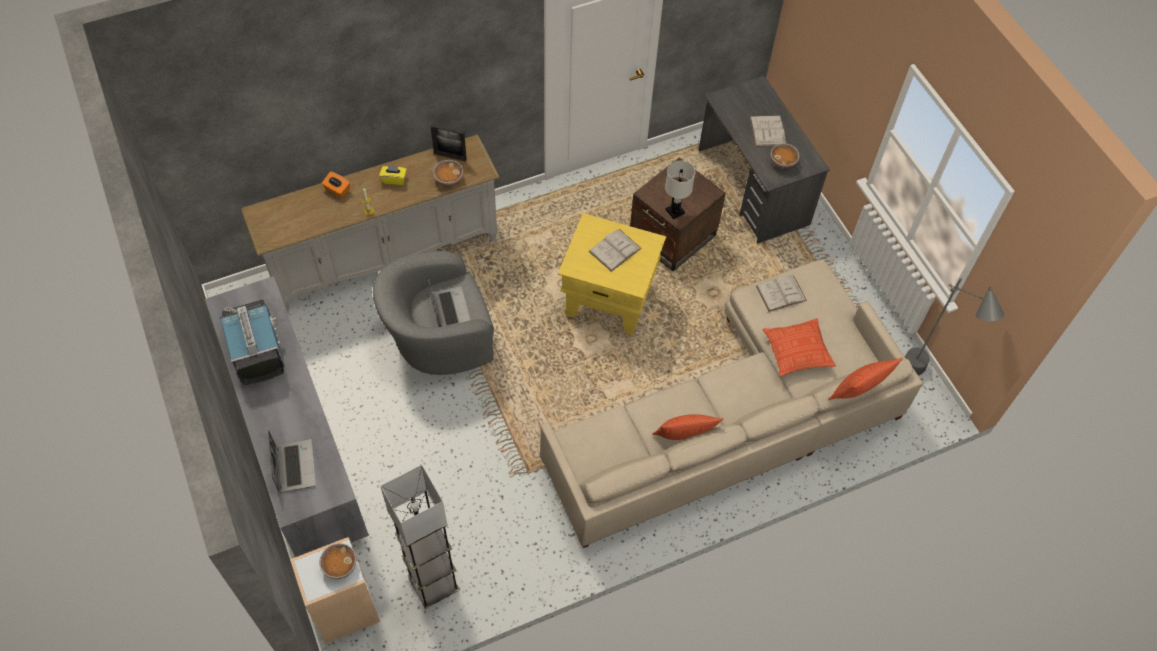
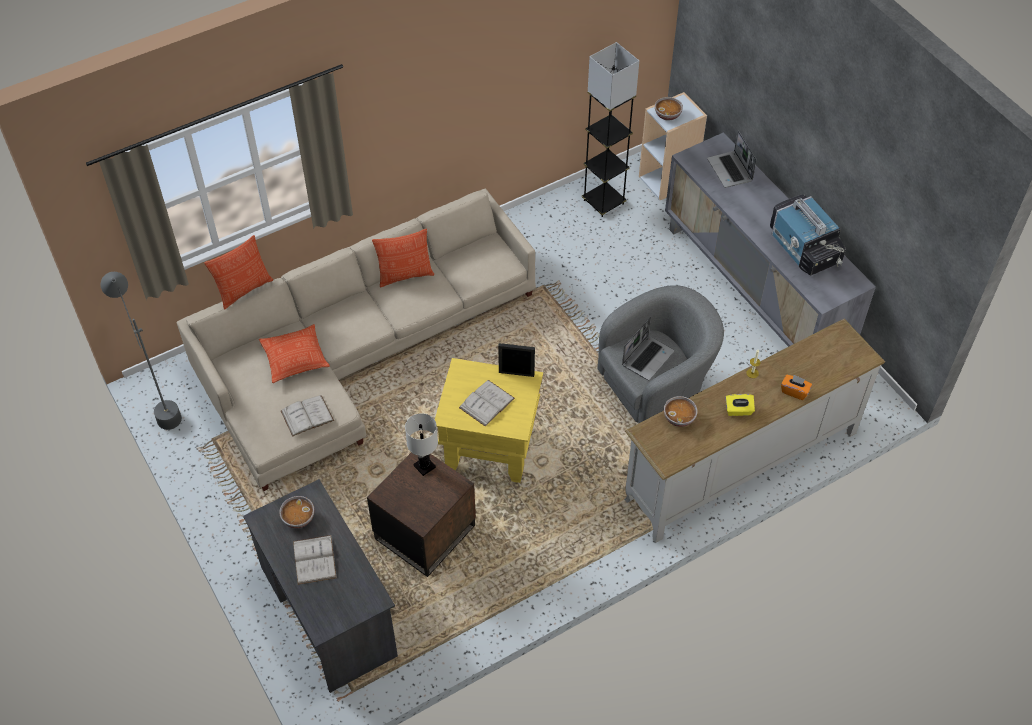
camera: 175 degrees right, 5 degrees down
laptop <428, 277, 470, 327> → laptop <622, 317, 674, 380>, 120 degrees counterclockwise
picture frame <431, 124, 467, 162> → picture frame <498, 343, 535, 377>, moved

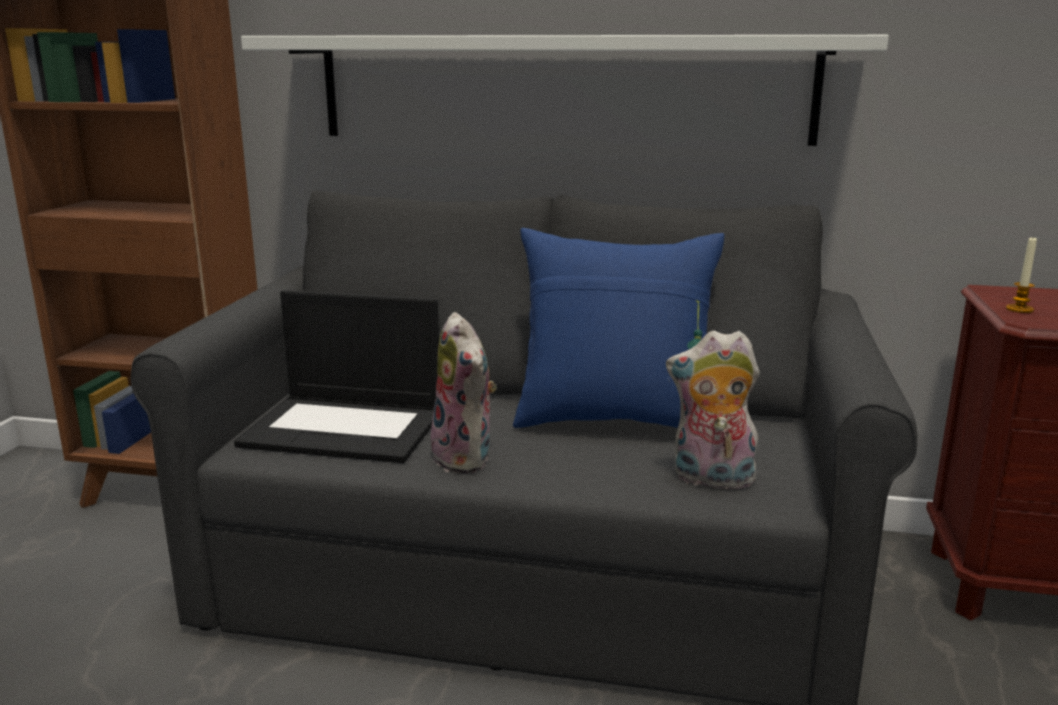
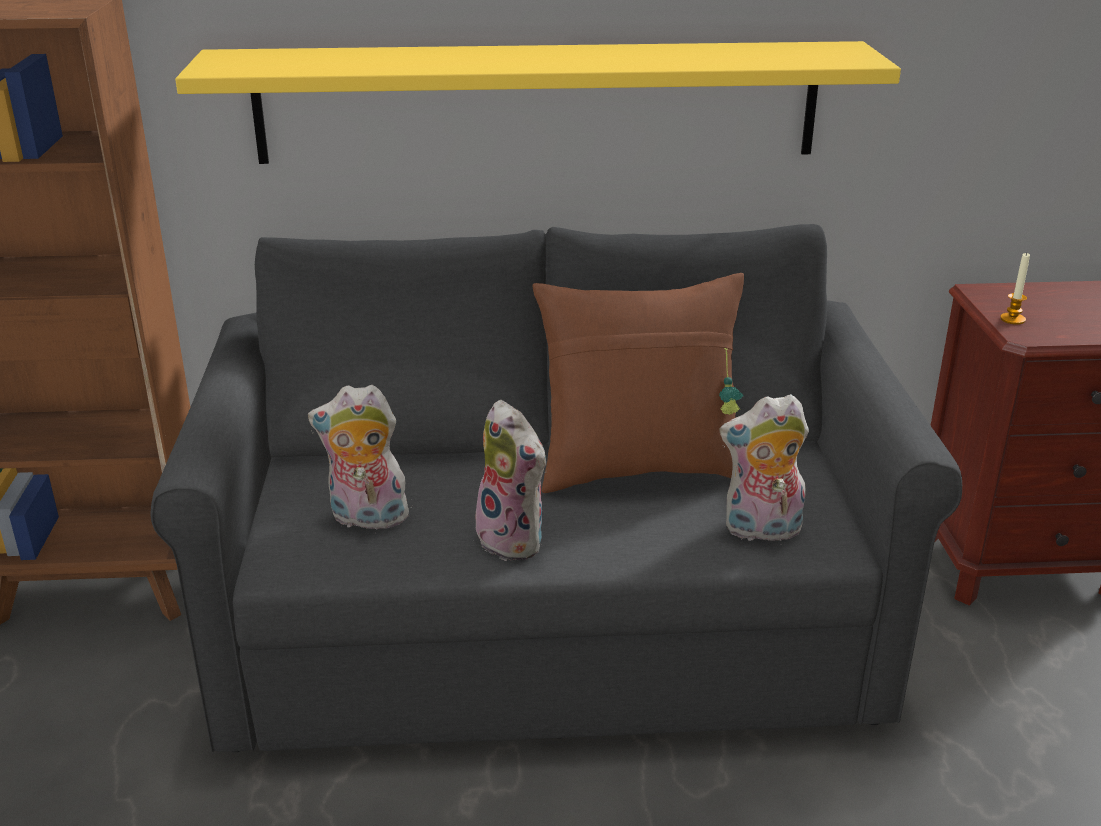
camera: 15 degrees left, 10 degrees up
laptop <234, 290, 439, 463> → soft toy <308, 385, 412, 530>
whitish wall shelf <241, 35, 889, 146> → yellow-coloured wall shelf <175, 41, 901, 164>
bluish pillow <513, 228, 724, 428> → brown pillow <532, 273, 744, 493>

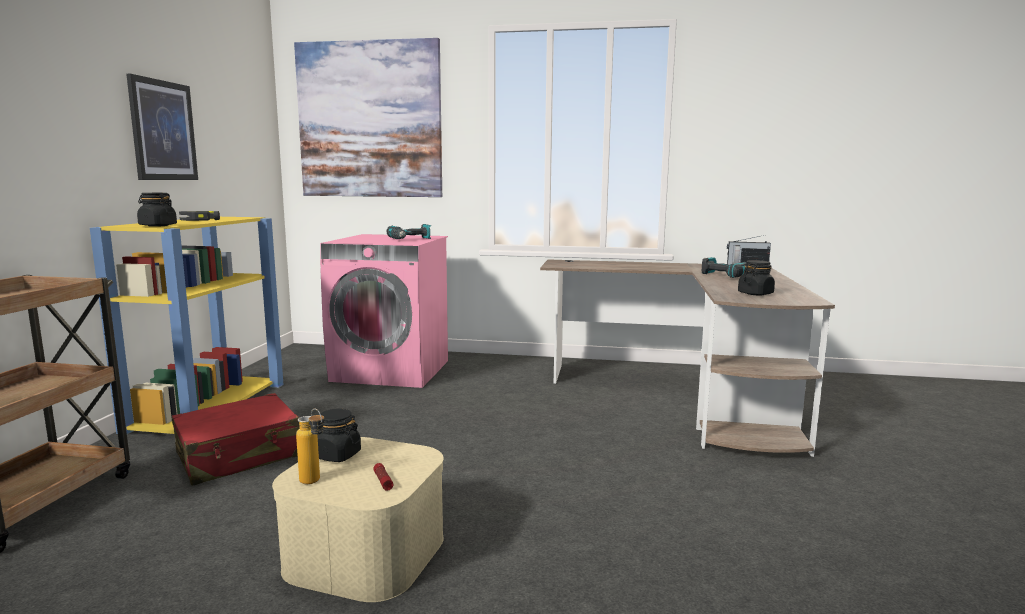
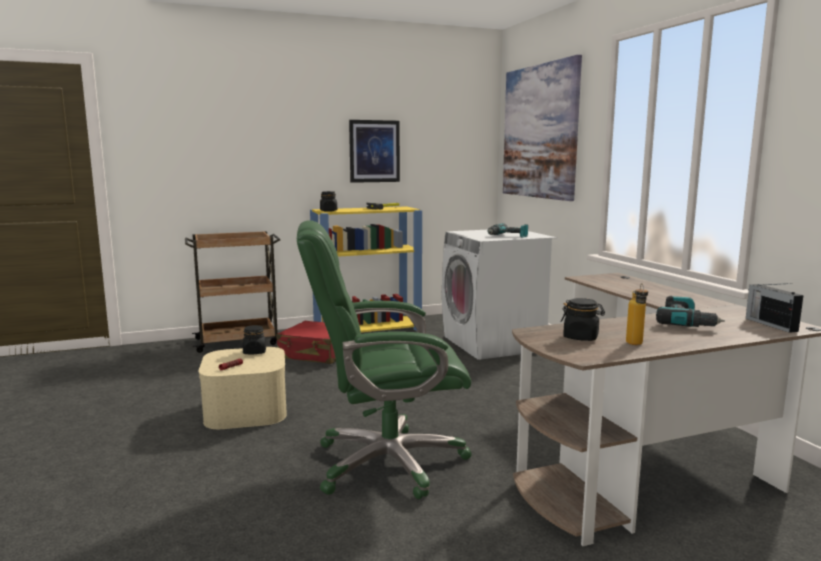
camera: 60 degrees right, 0 degrees up
beverage bottle <296, 409, 325, 484> → beverage bottle <626, 283, 648, 345>, moved
pink-coloured laundry appliance <320, 234, 448, 388> → whitish laundry appliance <442, 230, 557, 360>
- → green-coloured computer chair <297, 220, 472, 499>

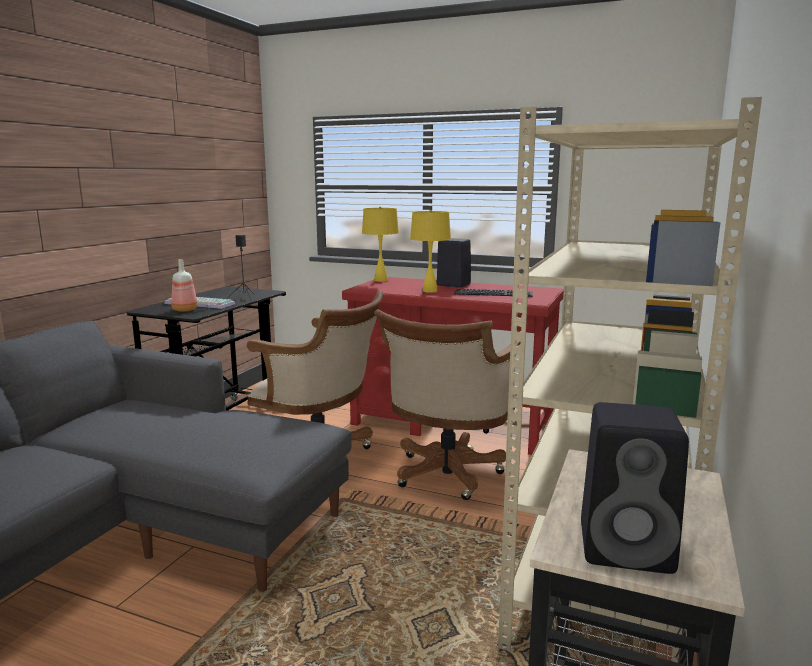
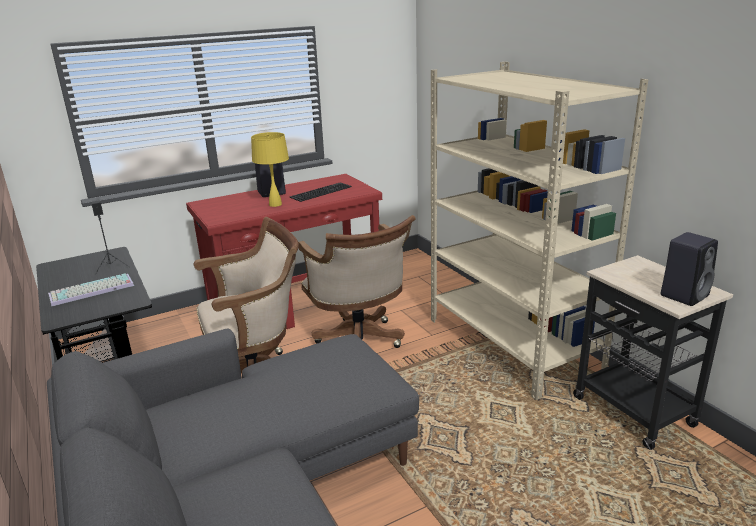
camera: 50 degrees left, 10 degrees up
beverage bottle <171, 259, 198, 311> → -
yellow-coloured table lamp <362, 207, 399, 282> → -

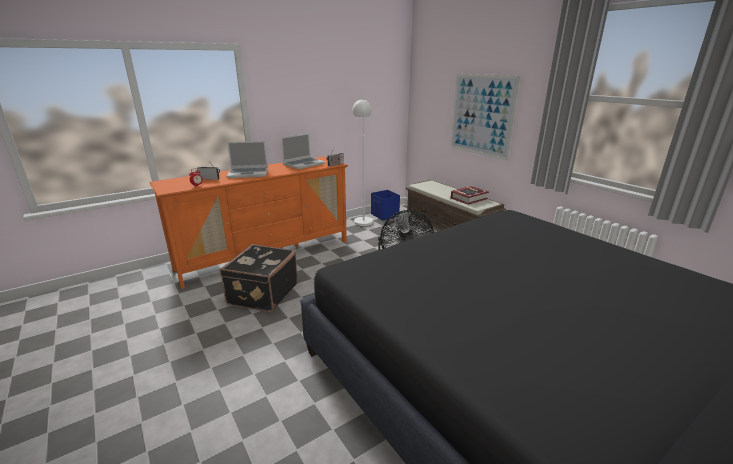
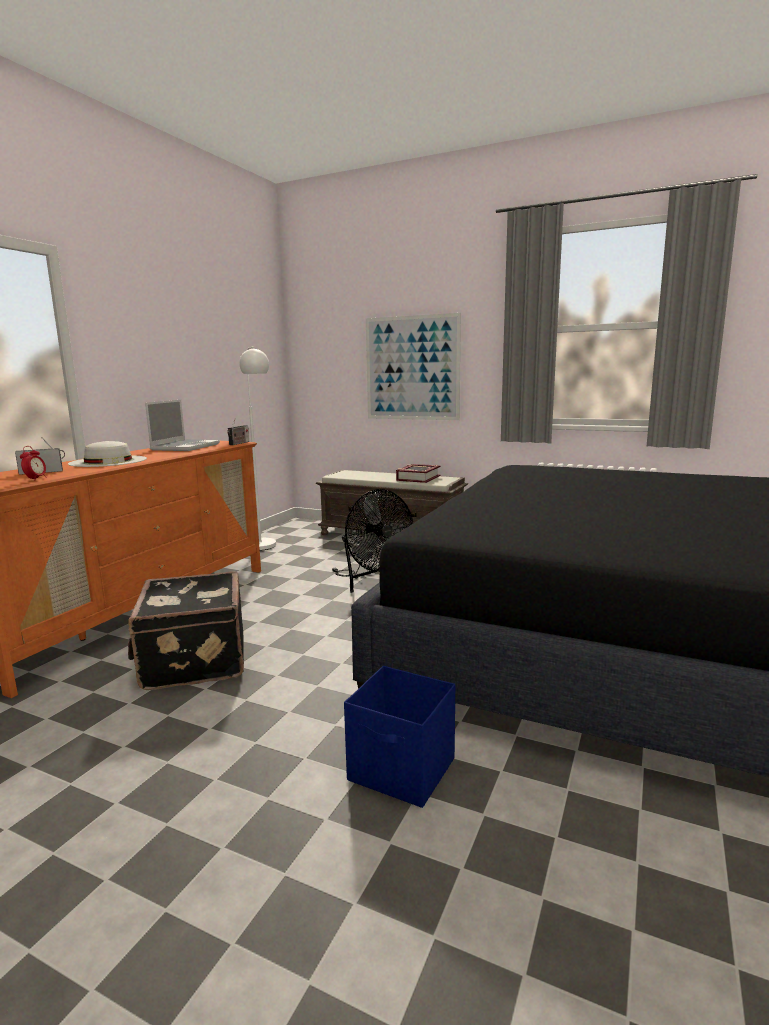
camera: 30 degrees left, 10 degrees down
laptop <227, 141, 268, 178> → whitish wearable hat <68, 441, 147, 467>
bluish storage box <371, 190, 400, 221> → bluish storage box <344, 666, 455, 808>, moved

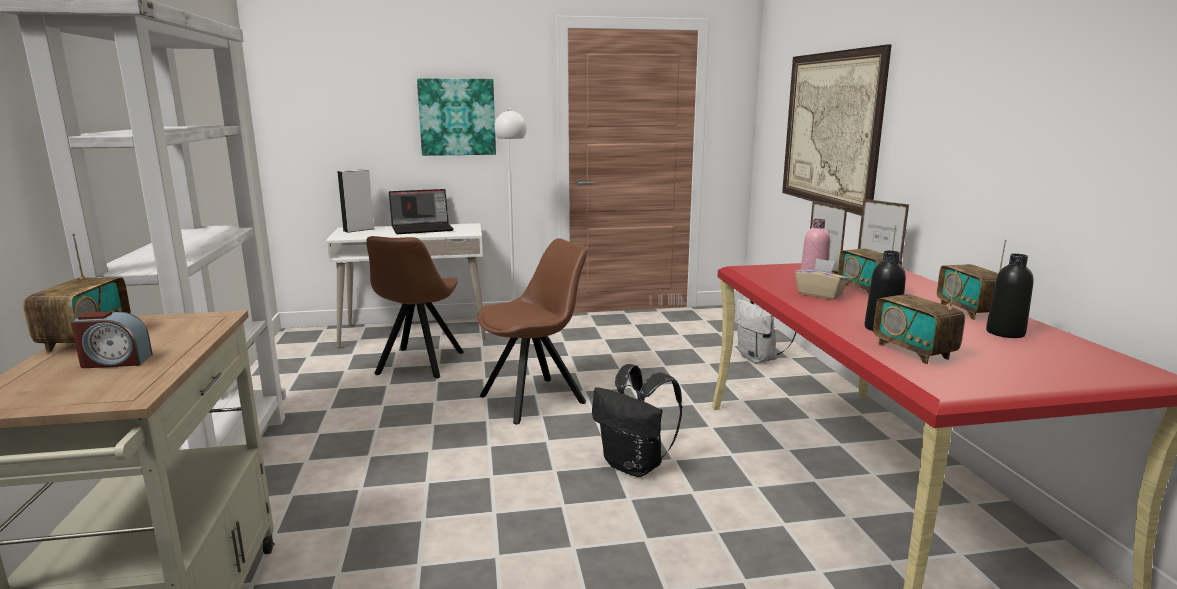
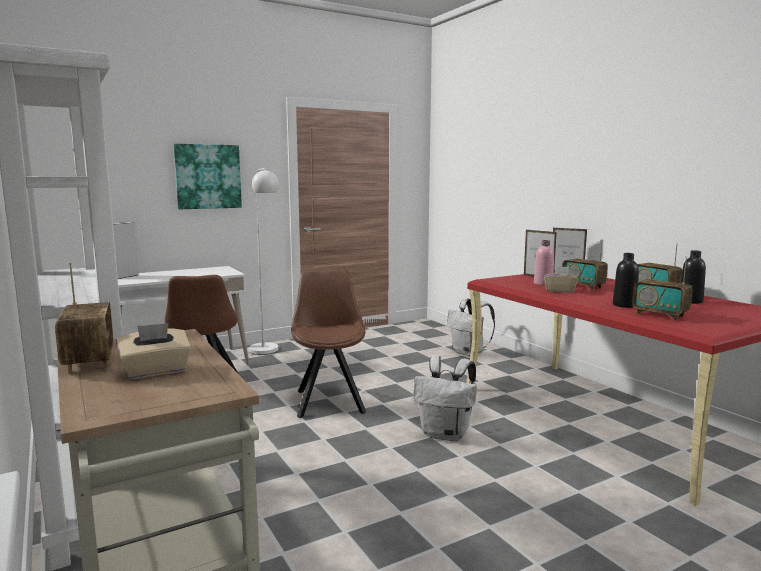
camera: 20 degrees left, 5 degrees down
bedside clock <71, 311, 153, 368> → sand-coloured box of tissues <116, 323, 191, 379>
laptop <389, 189, 454, 234> → -
brown upright chair <477, 238, 588, 425> → brown upright chair <291, 269, 366, 418>, 45 degrees counterclockwise
black-coloured knapsack <592, 364, 682, 477> → whitish knapsack <413, 356, 477, 441>
wall picture <782, 44, 892, 216> → -

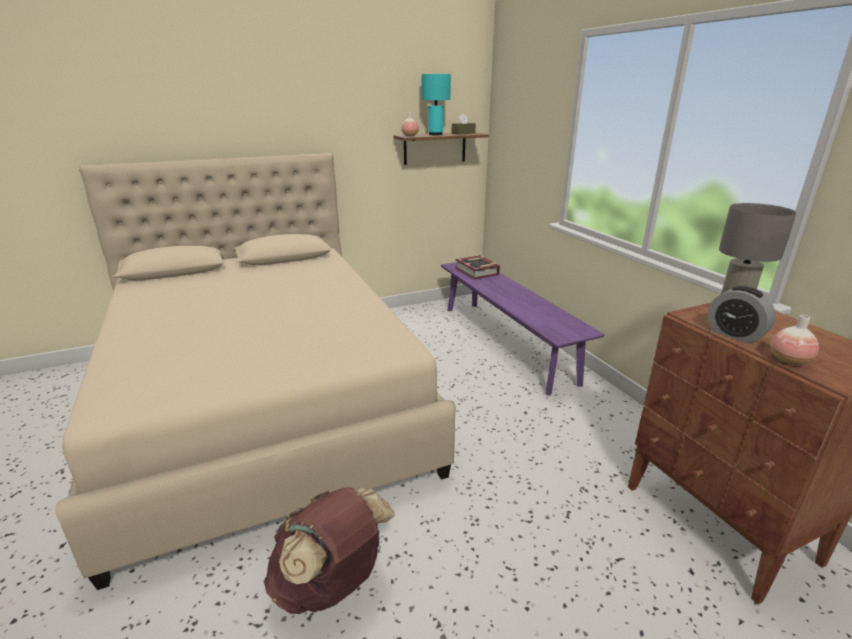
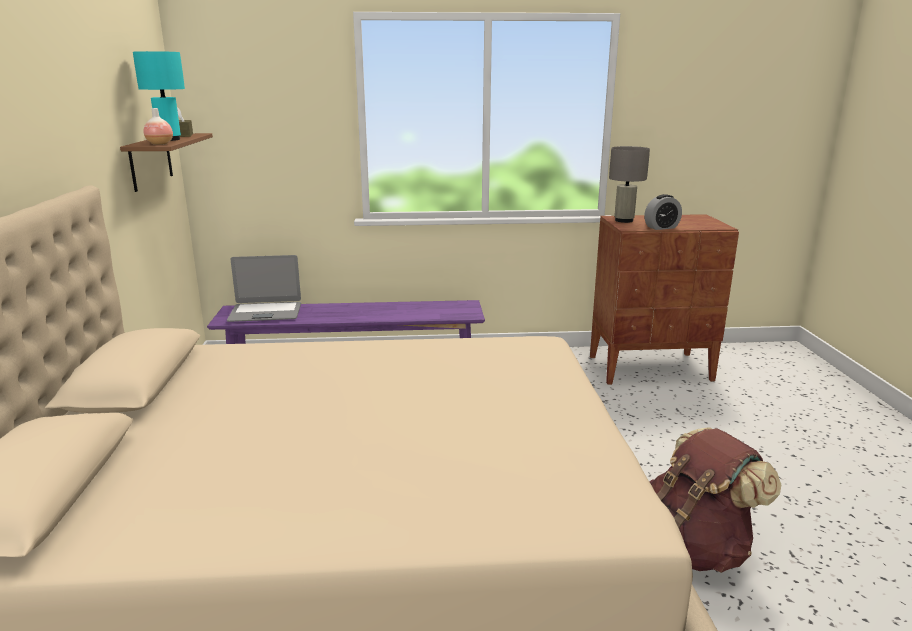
camera: 70 degrees left, 5 degrees down
volume <455, 255, 500, 280> → laptop <227, 255, 301, 322>
decorative vase <771, 315, 819, 365> → -

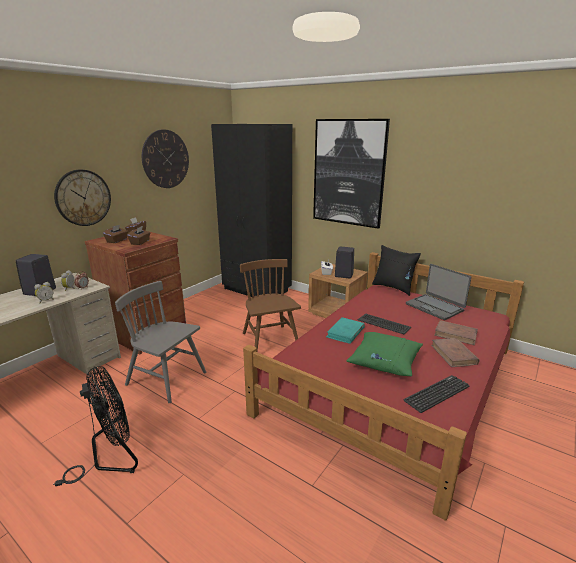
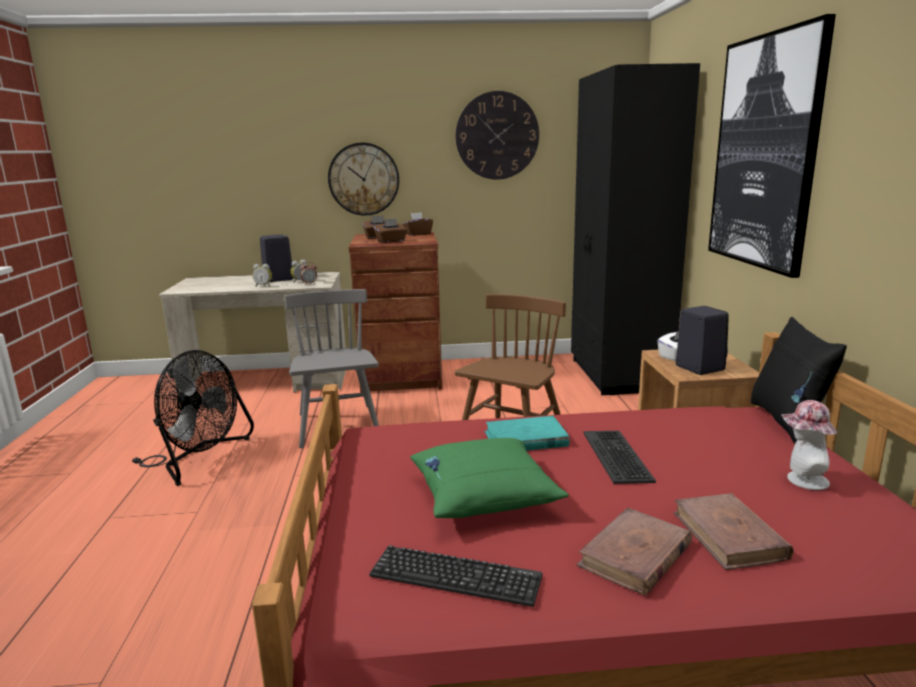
camera: 50 degrees right, 5 degrees down
laptop <406, 264, 471, 320> → wearable hat <782, 400, 837, 490>

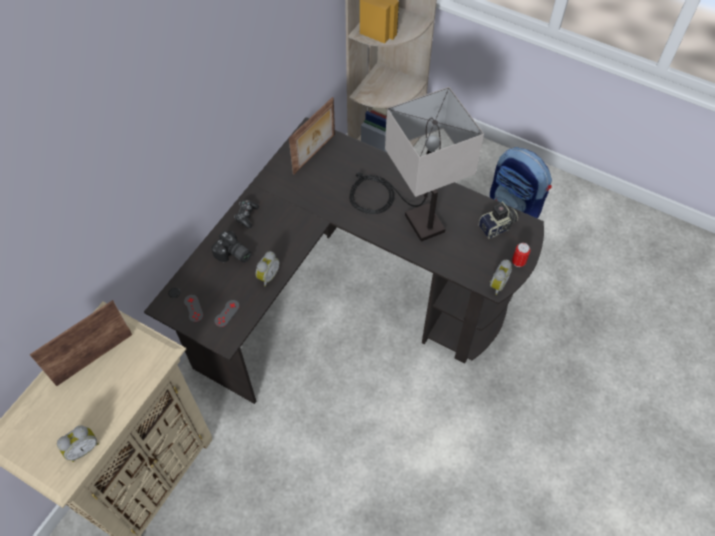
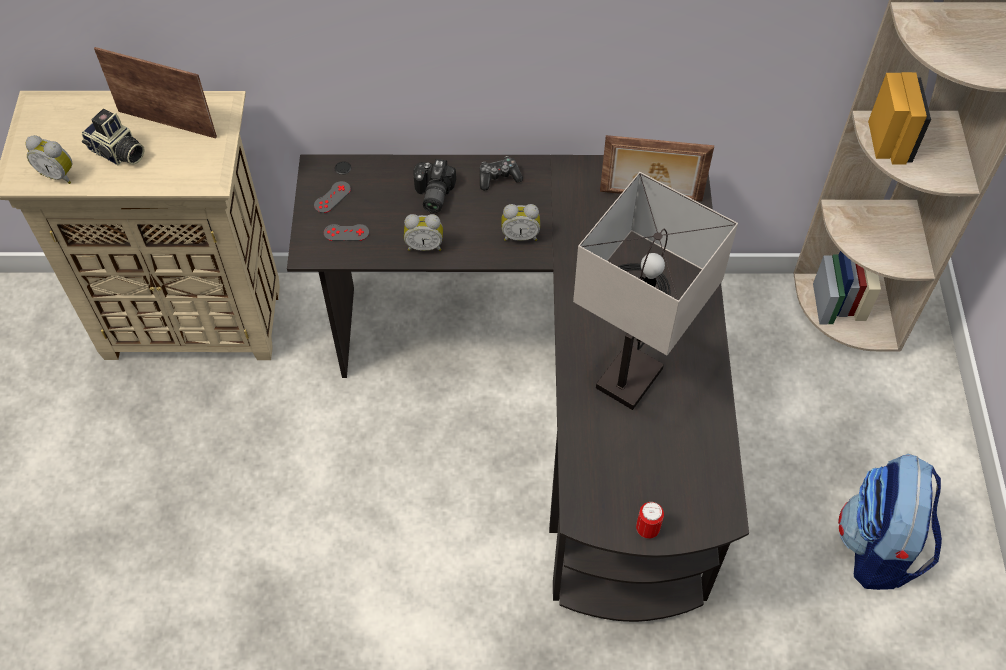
camera: 60 degrees right, 0 degrees up
still camera <478, 201, 518, 239> → still camera <82, 109, 145, 165>, moved
bedside clock <490, 260, 512, 295> → bedside clock <501, 204, 540, 241>, moved

